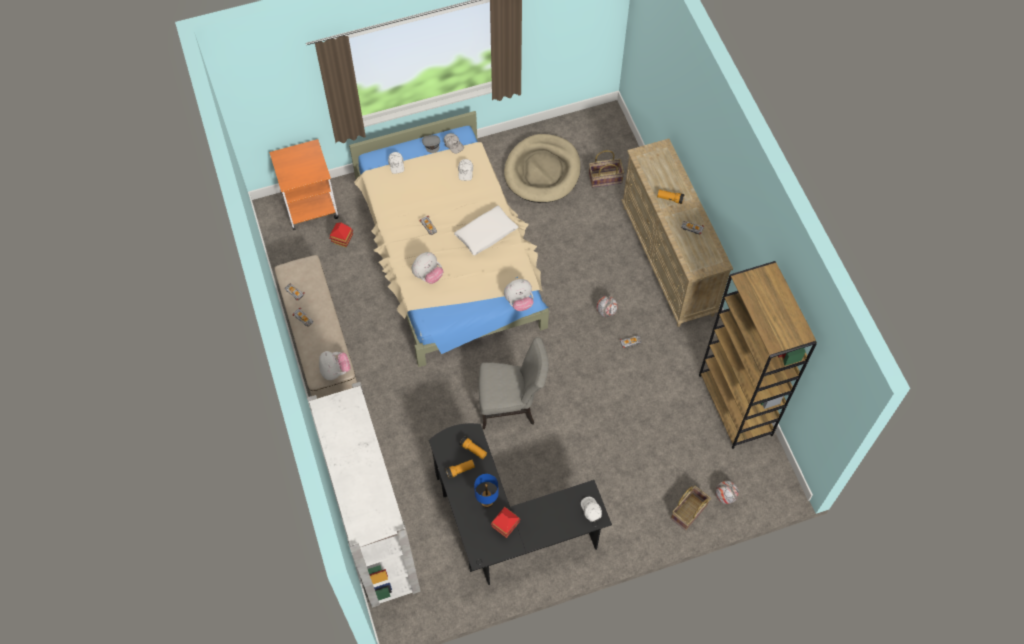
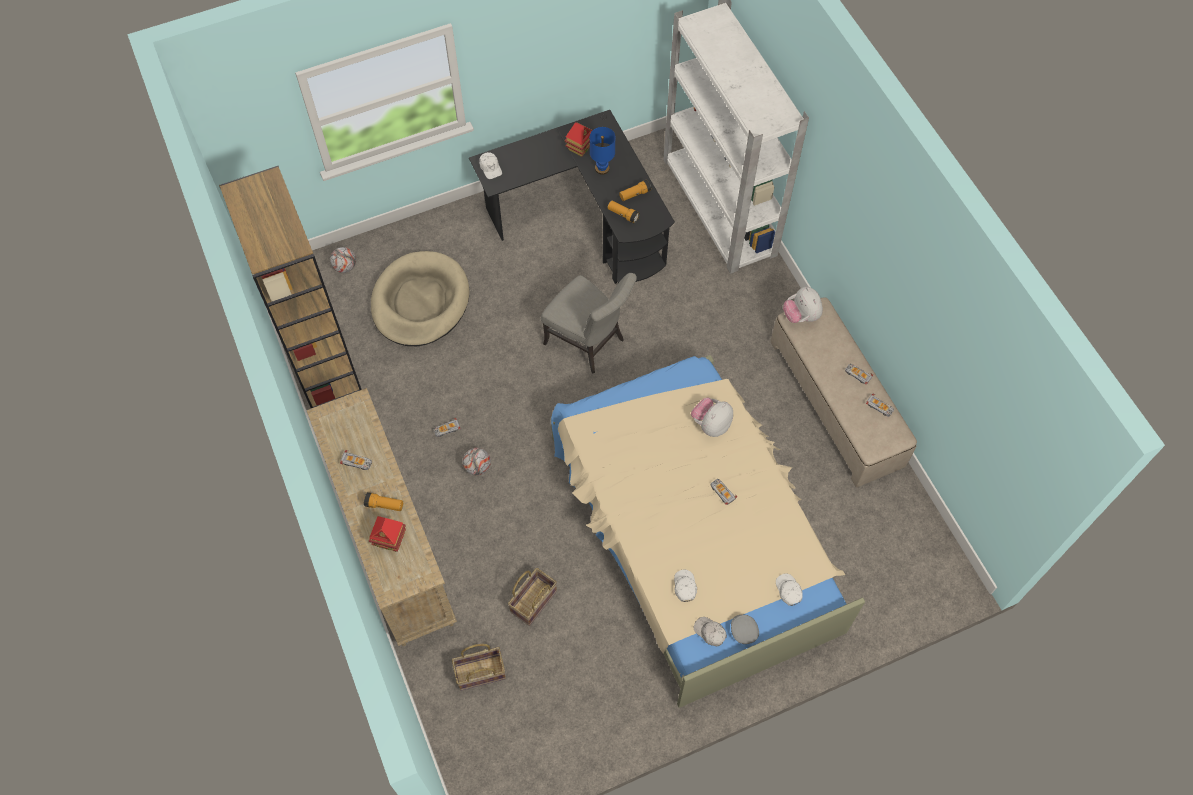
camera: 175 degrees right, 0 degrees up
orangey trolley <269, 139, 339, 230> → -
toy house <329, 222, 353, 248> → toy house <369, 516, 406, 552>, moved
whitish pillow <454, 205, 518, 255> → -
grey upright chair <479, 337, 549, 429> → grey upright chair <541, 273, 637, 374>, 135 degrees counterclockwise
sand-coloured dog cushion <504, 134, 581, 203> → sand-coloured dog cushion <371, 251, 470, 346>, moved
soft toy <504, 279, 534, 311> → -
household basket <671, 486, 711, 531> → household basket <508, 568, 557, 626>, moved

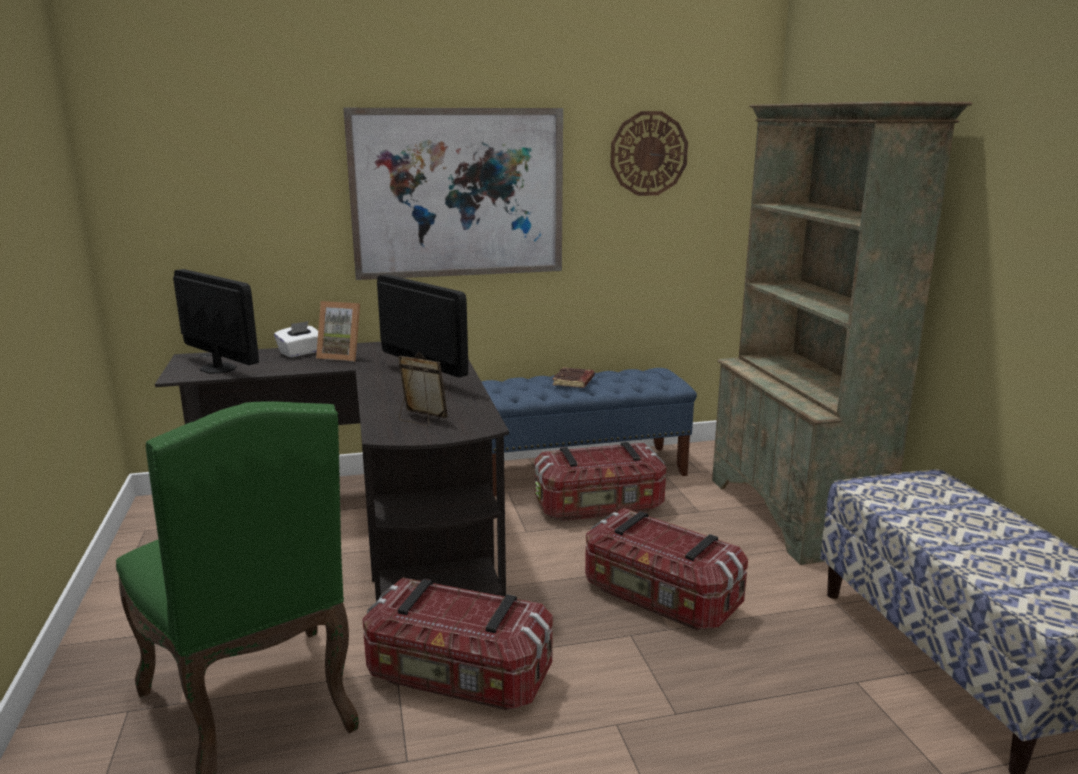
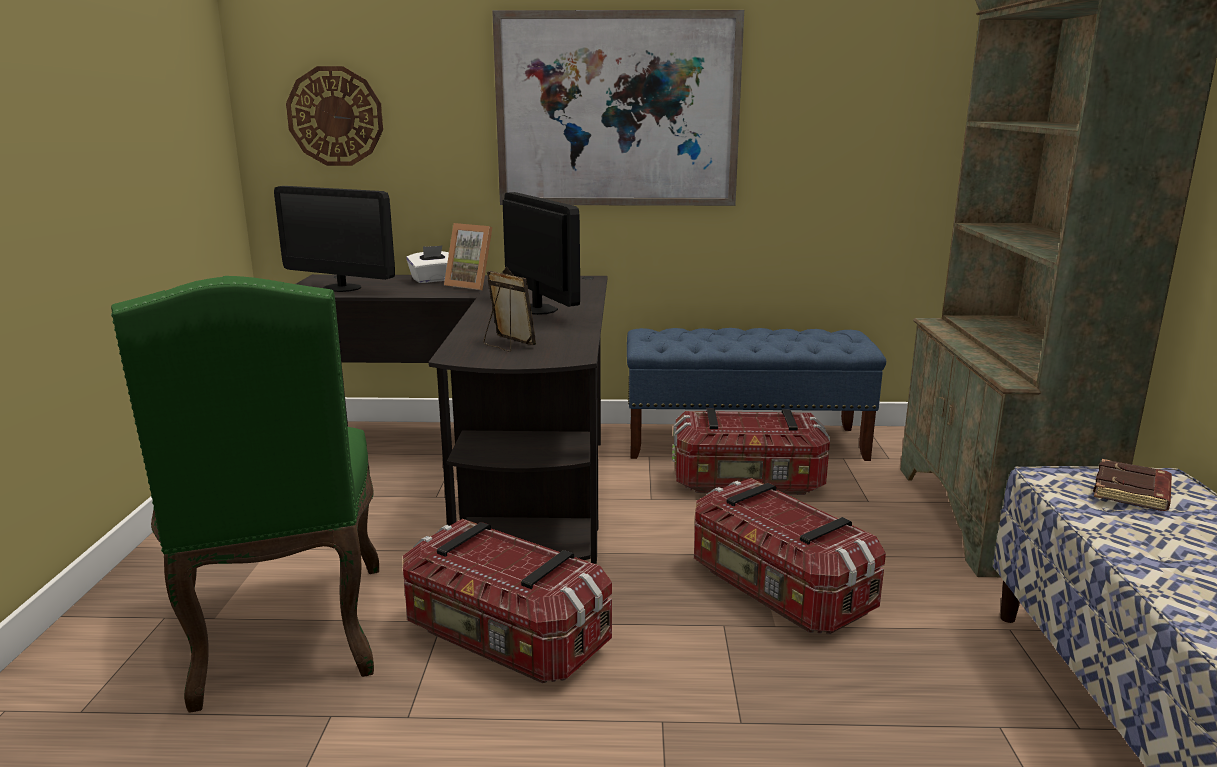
camera: 15 degrees right, 0 degrees up
computer display <173, 269, 259, 374> → computer display <274, 186, 395, 292>, 150 degrees clockwise
brown volume <552, 367, 595, 388> → brown volume <1093, 459, 1172, 511>, moved
hanging clock <611, 111, 688, 196> → hanging clock <286, 66, 383, 166>, moved

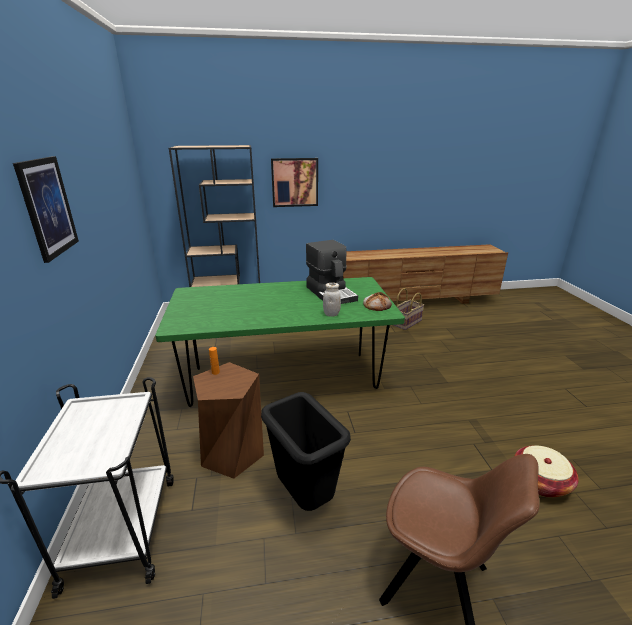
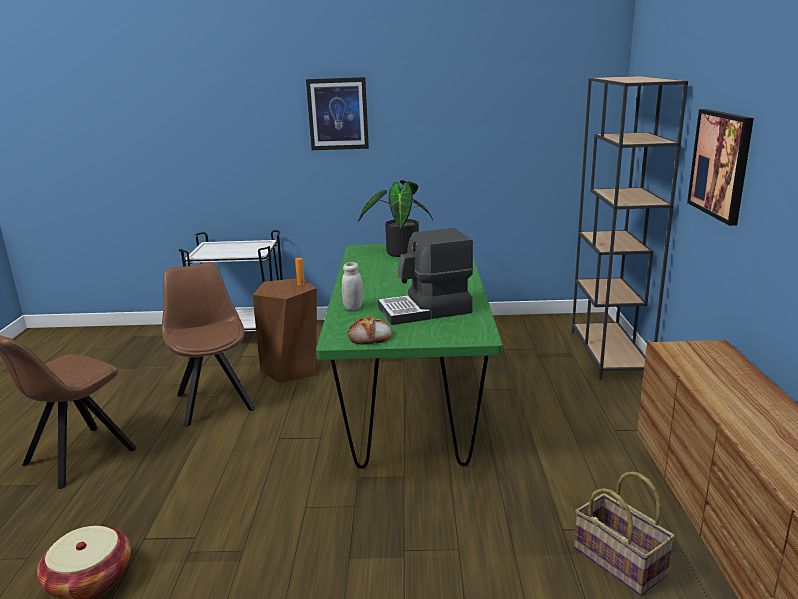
camera: 100 degrees right, 5 degrees down
black-coloured rubbish bin <261, 392, 351, 511> → brown upright chair <162, 262, 256, 427>
- → potted plant <358, 180, 433, 257>

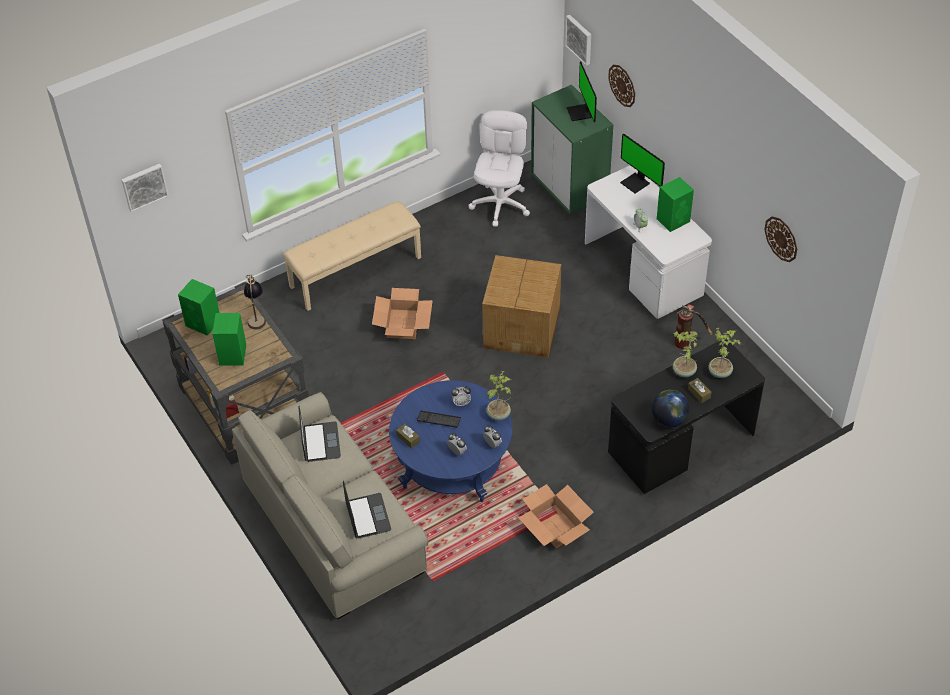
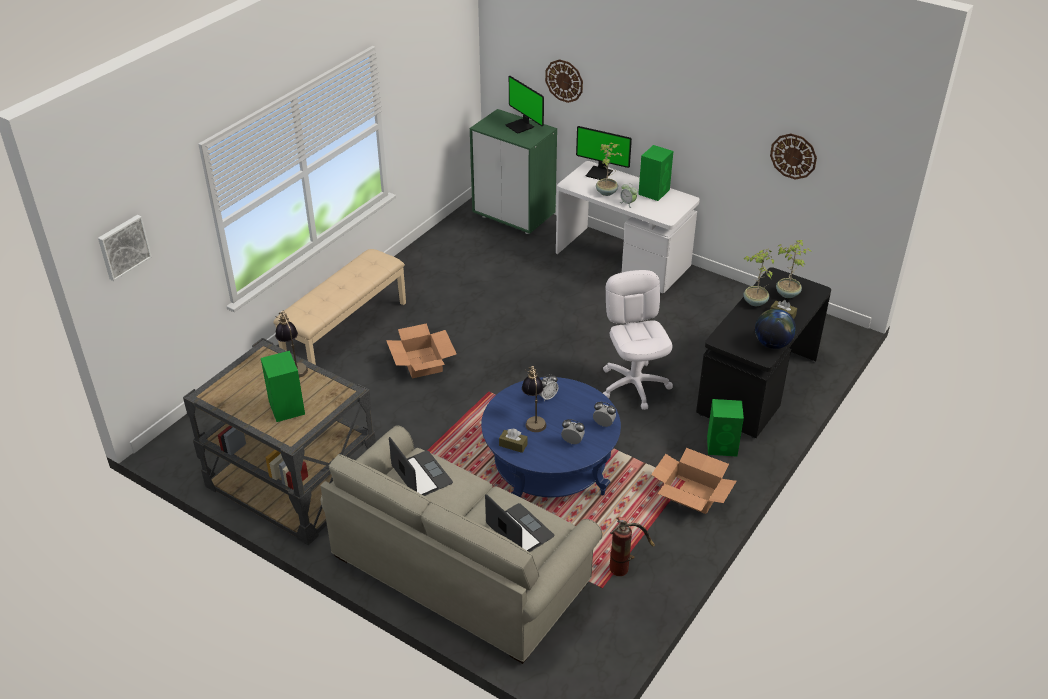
camera: 25 degrees left, 10 degrees down
green-coloured loudspeaker <178, 279, 219, 336> → green-coloured loudspeaker <707, 399, 744, 456>, moved
PC keyboard <417, 410, 461, 428> → table lamp <522, 366, 546, 432>
whitish computer chair <468, 110, 530, 227> → whitish computer chair <603, 270, 673, 410>, moved
cardboard box <482, 255, 561, 358> → -
potted plant <486, 371, 511, 421> → potted plant <596, 143, 622, 196>, moved
wall picture <565, 15, 591, 66> → -
fire extinguisher <674, 304, 713, 349> → fire extinguisher <610, 517, 655, 576>, moved

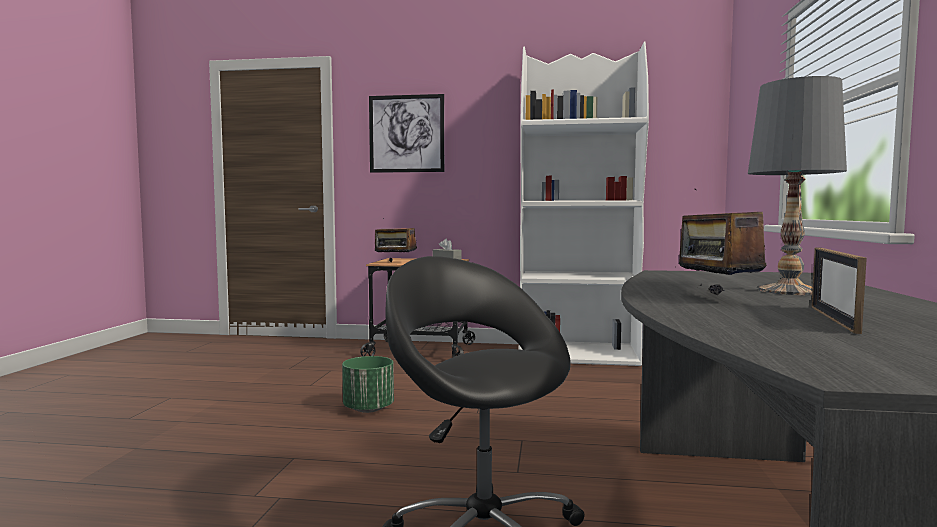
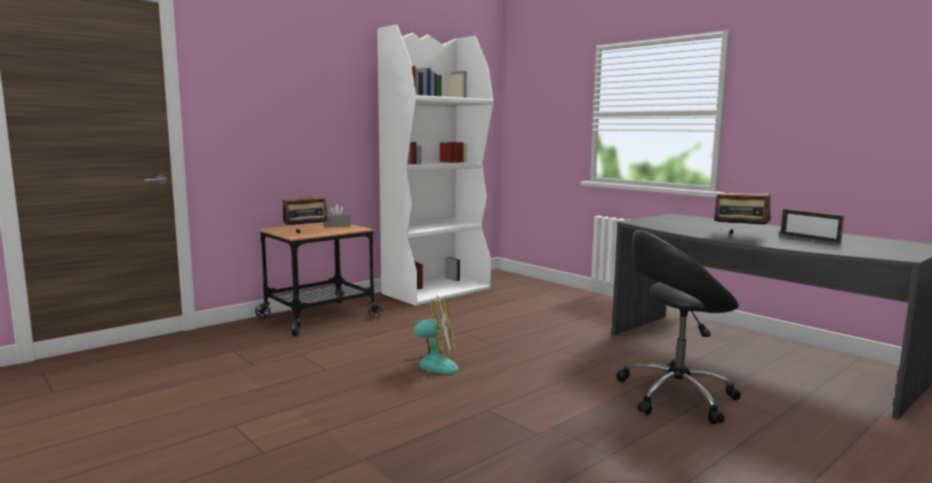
camera: 50 degrees left, 5 degrees up
green-coloured planter <342, 356, 394, 413> → fan <397, 296, 459, 381>
wall picture <369, 94, 444, 173> → -
grey table lamp <748, 76, 847, 295> → -

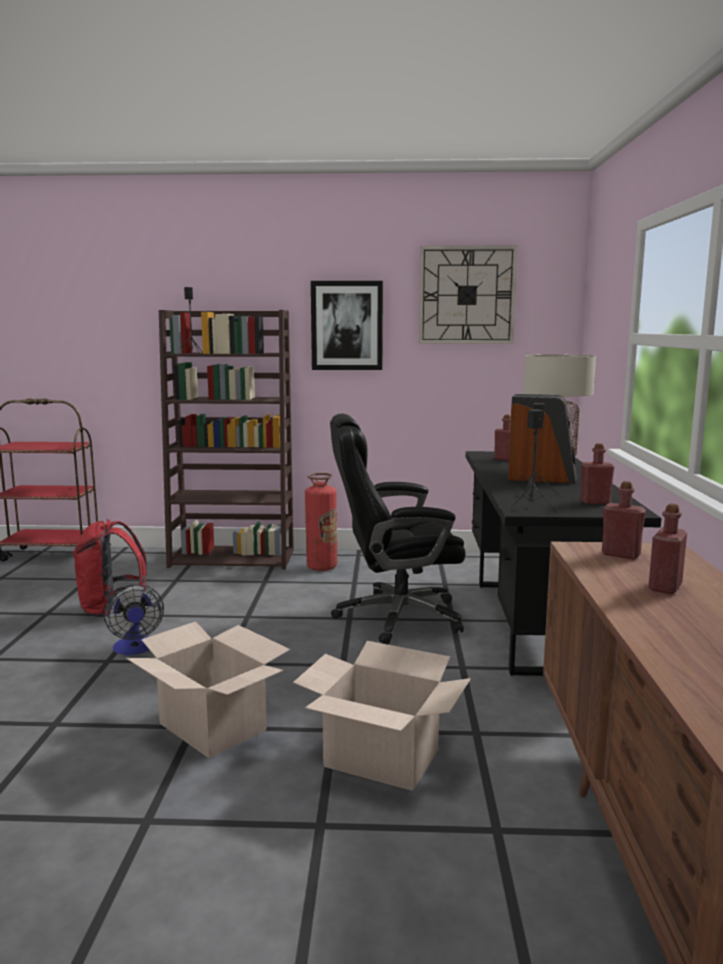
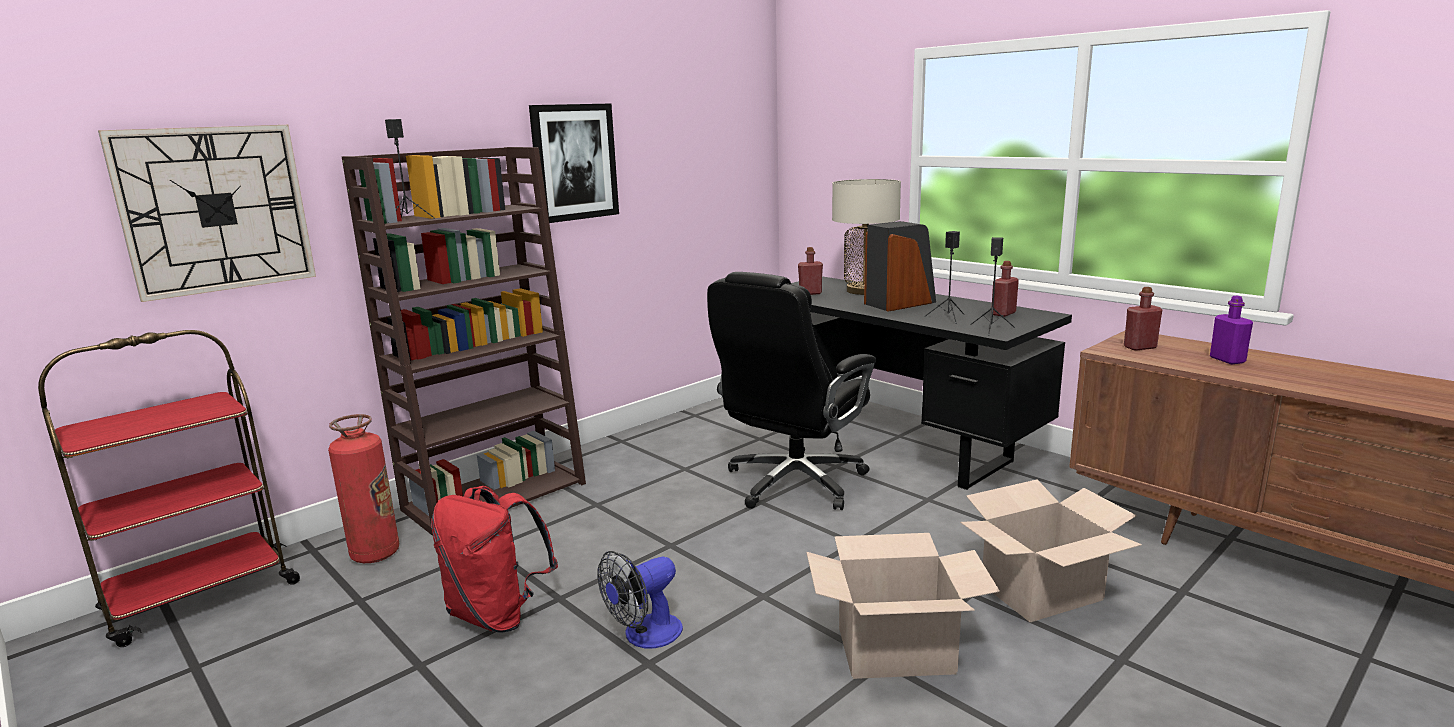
camera: 45 degrees left, 5 degrees up
fan <104, 584, 164, 655> → fan <597, 551, 683, 648>, 120 degrees clockwise
fire extinguisher <305, 473, 337, 571> → fire extinguisher <328, 414, 399, 563>, moved
hanging clock <419, 245, 517, 344> → hanging clock <98, 125, 316, 302>, moved
red beverage bottle <648, 503, 687, 594> → purplish beverage bottle <1210, 296, 1253, 364>

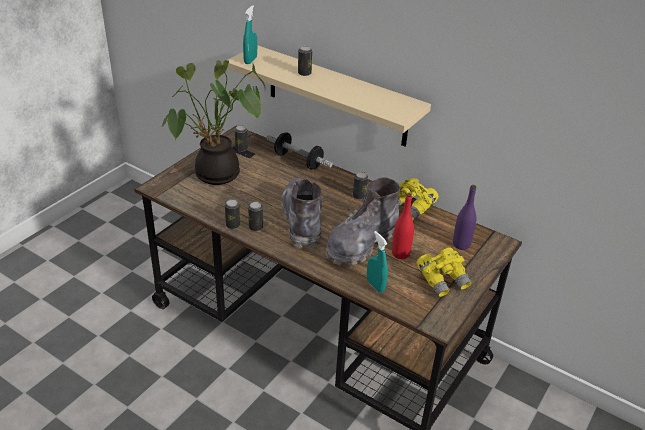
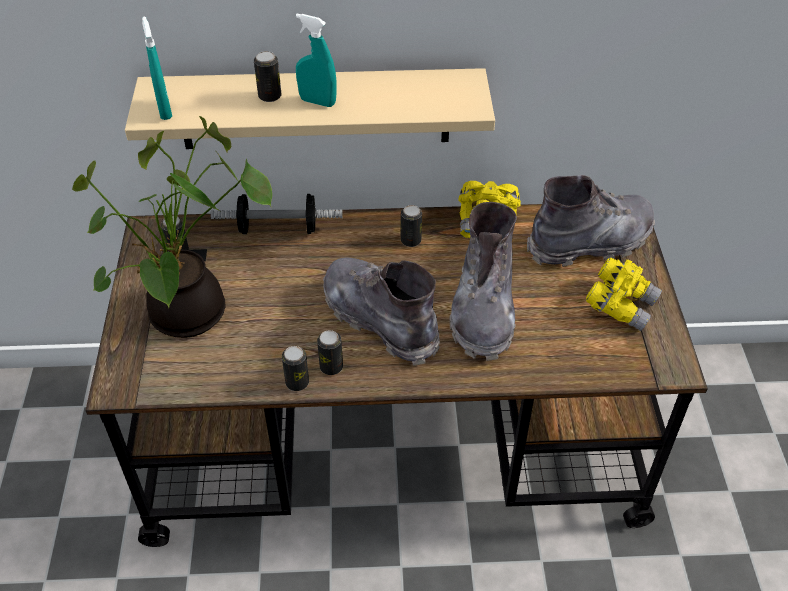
camera: 35 degrees left, 10 degrees up
turquoise-coloured hand sprayer <367, 231, 388, 293> → turquoise-coloured hand sprayer <296, 14, 337, 107>, moved
red beverage bottle <392, 193, 414, 259> → -
purplish beverage bottle <453, 185, 476, 250> → grey high-top boot <527, 175, 655, 267>

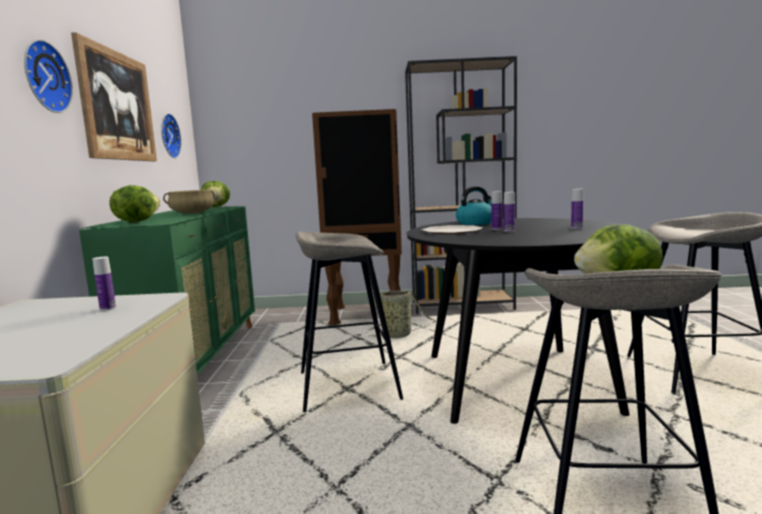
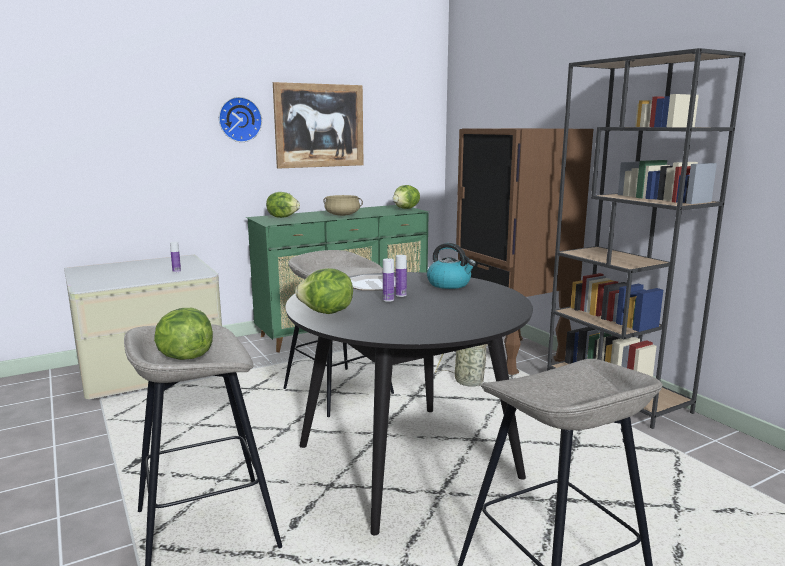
camera: 60 degrees right, 5 degrees up
hanging clock <161, 113, 181, 158> → -
beverage bottle <571, 189, 583, 229> → -
- → lettuce <295, 268, 353, 314>

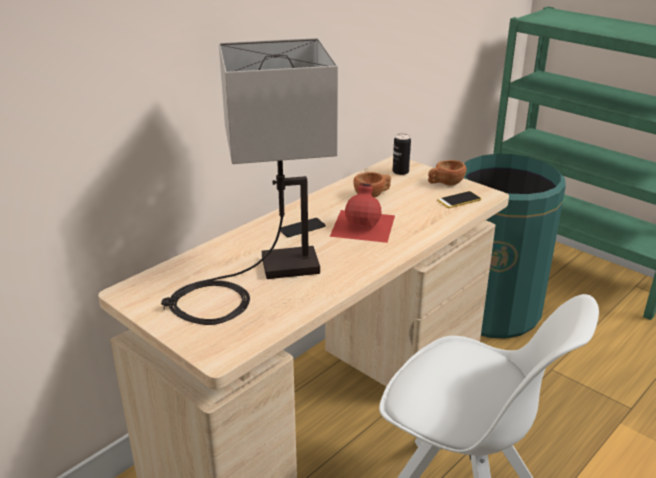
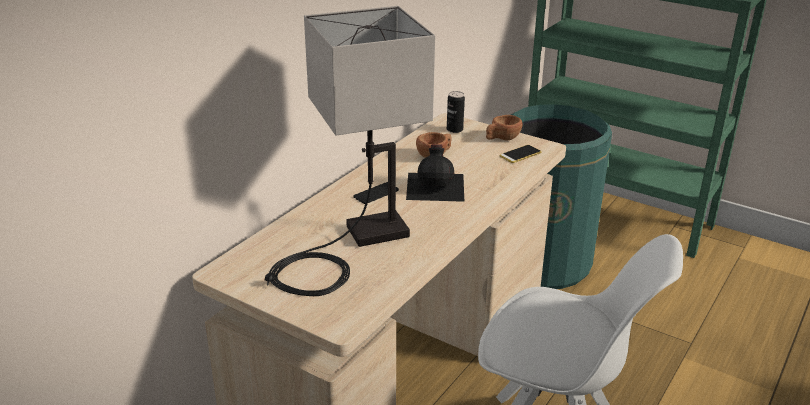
camera: 10 degrees left, 0 degrees up
red beverage bottle <330, 183, 395, 243> → black-coloured beverage bottle <406, 144, 464, 202>

